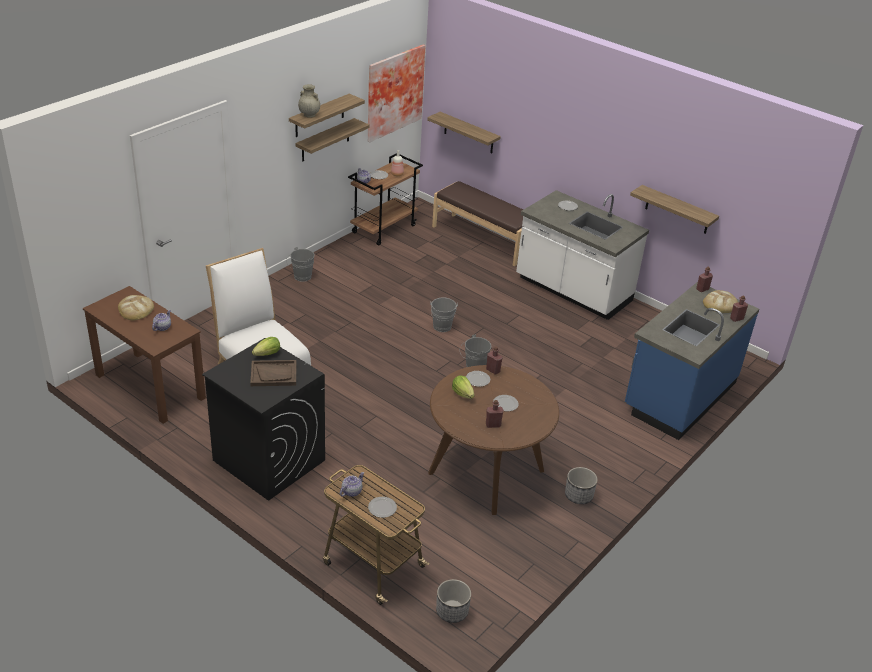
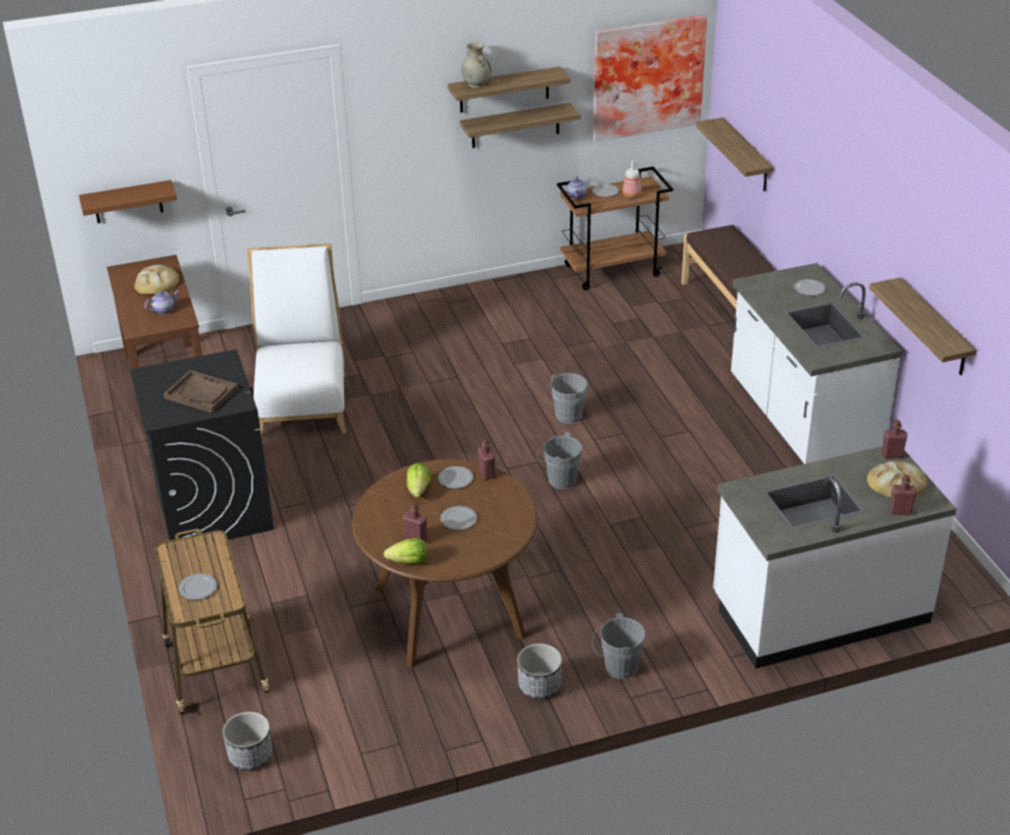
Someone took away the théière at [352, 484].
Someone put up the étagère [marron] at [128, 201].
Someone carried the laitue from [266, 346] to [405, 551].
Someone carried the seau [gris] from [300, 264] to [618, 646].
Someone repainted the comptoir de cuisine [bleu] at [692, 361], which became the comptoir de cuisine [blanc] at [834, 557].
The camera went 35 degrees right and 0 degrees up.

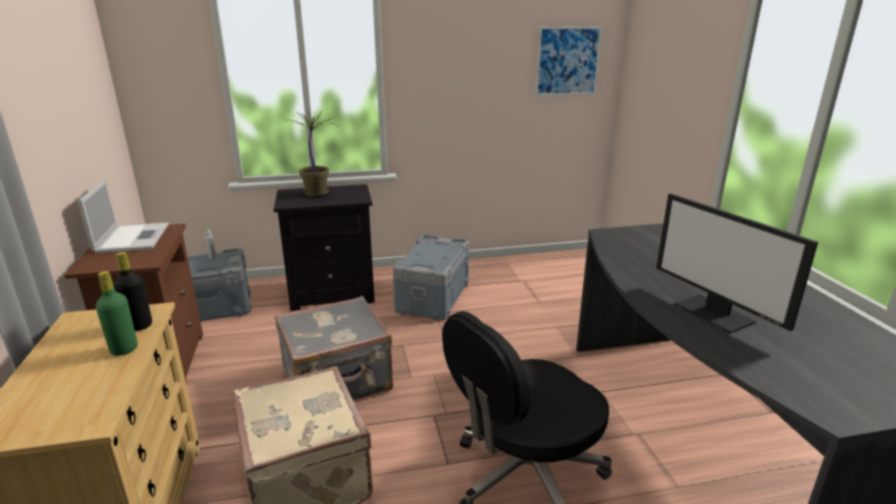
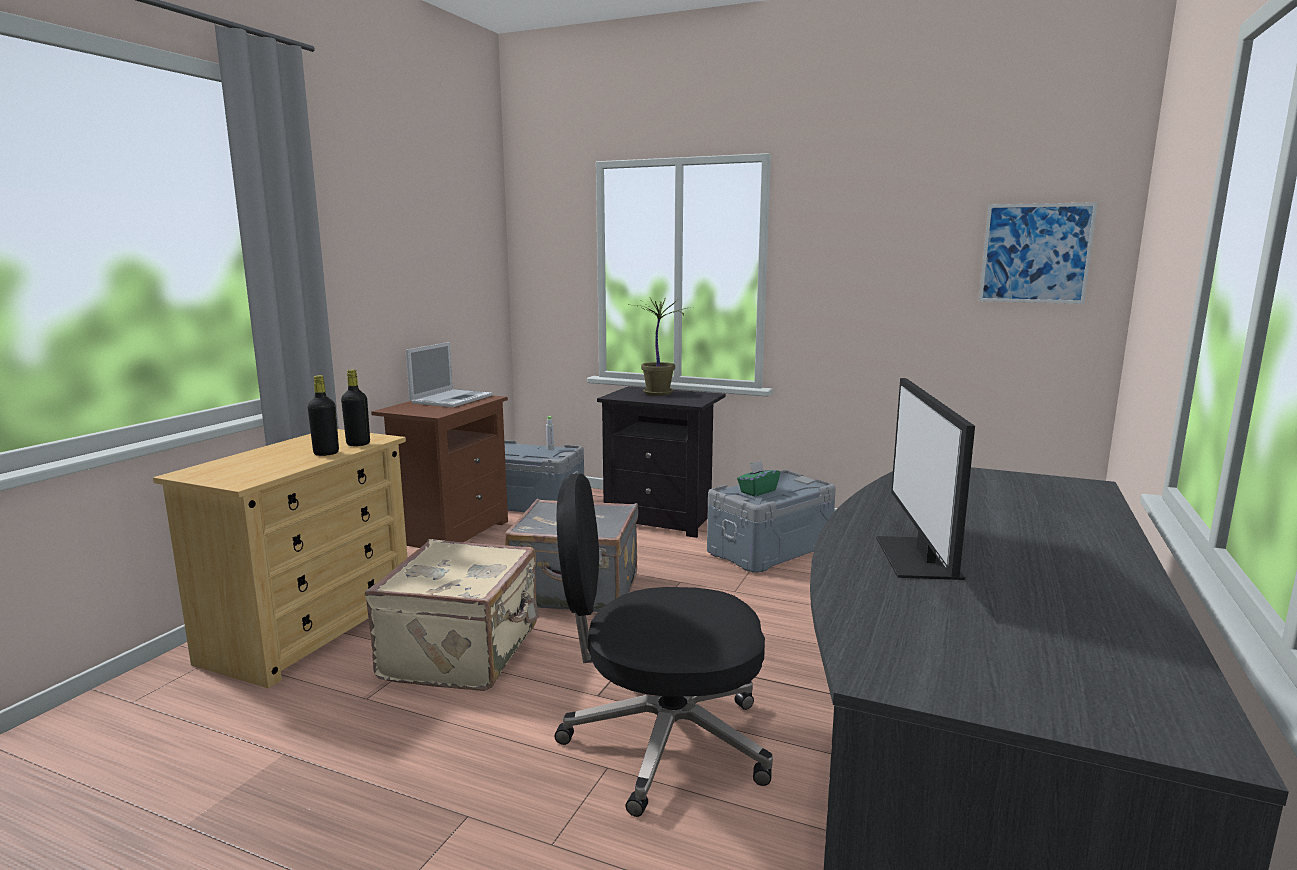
Someone put down the boîte à mouchoirs [vert] at [758, 479].
Someone repainted the bouteille [vert] at [117, 313], which became the bouteille [noir] at [323, 415].
The camera went 35 degrees right and 10 degrees down.

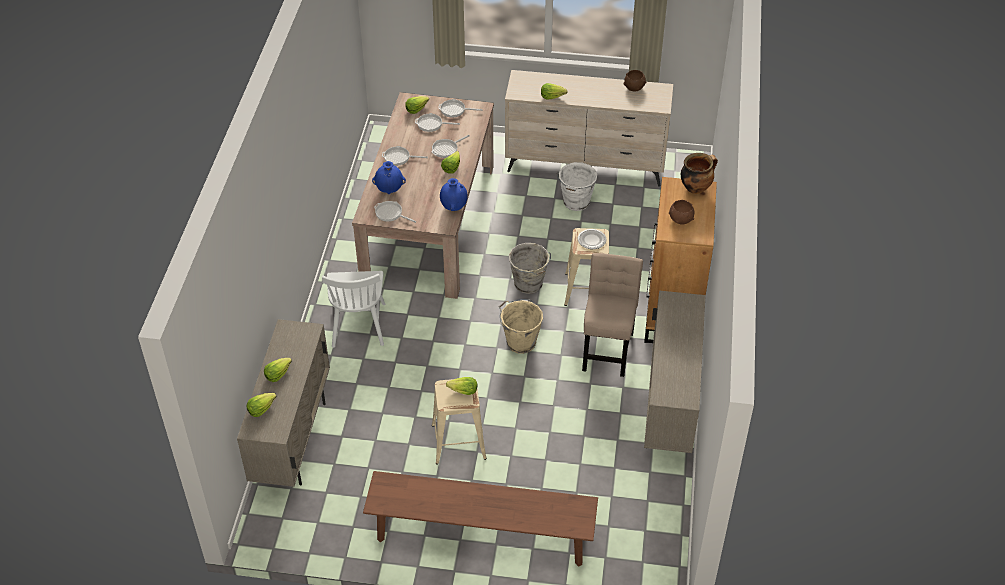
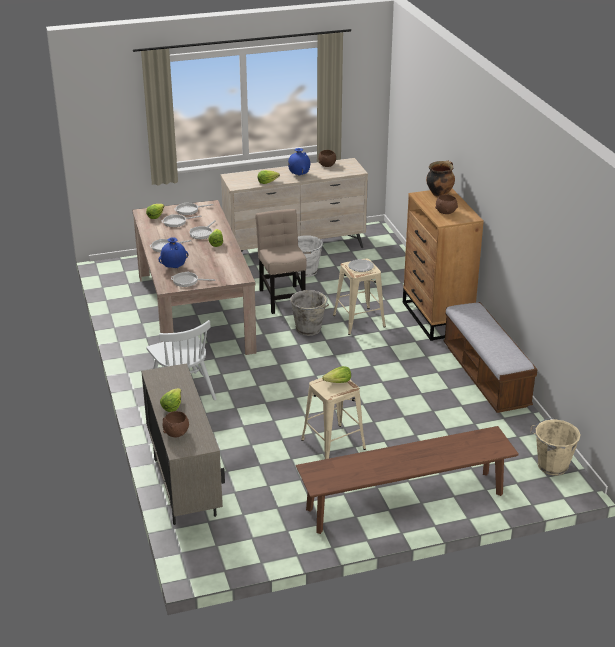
Someone carried the vase [bleu] from [454, 194] to [299, 162].
Someone carried the seau [beige] from [521, 326] to [555, 446].
Someone carried the chaise [beige] from [612, 315] to [281, 261].
Someone swapped the laitue at [262, 405] for the bol [marron] at [176, 424].
Someone swapped the meuble de rangement [beige] at [675, 371] for the banc at [490, 357].
The camera went 25 degrees left and 15 degrees down.

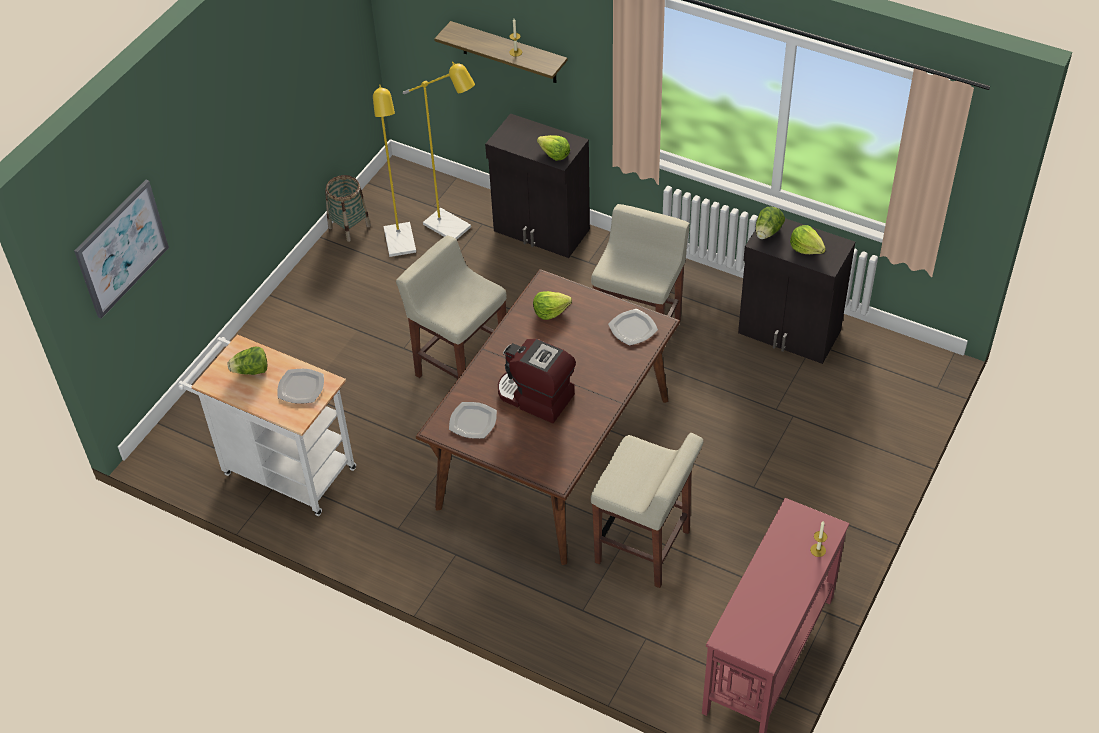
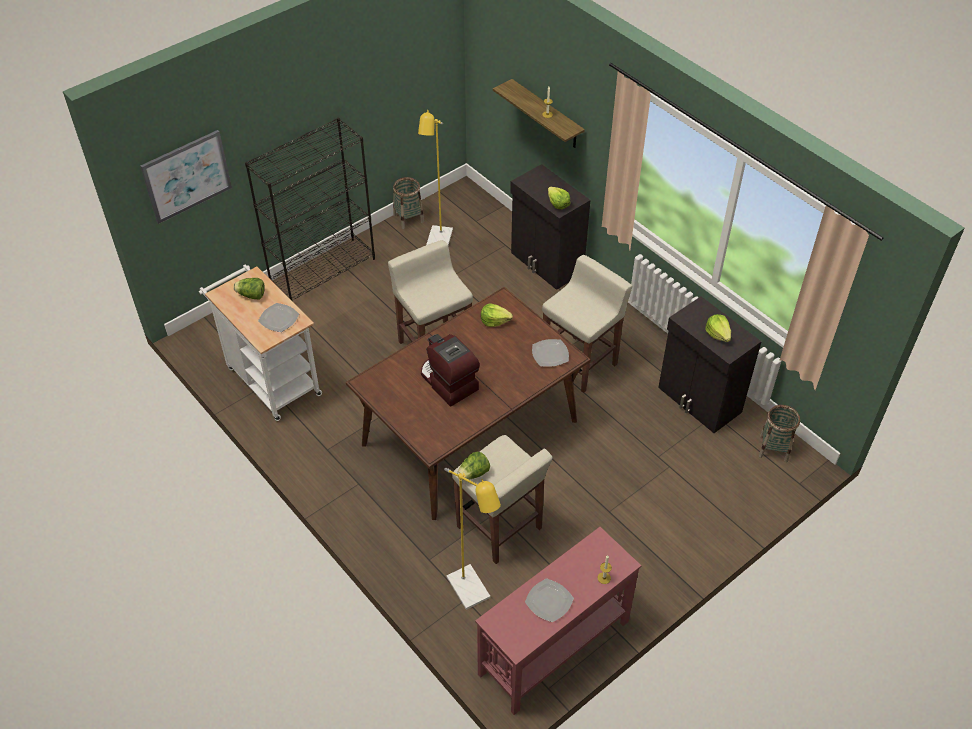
Someone put down the bibliothèque [noir] at [310, 209].
Someone put down the panier at [779, 433].
Someone carried the lampadaire [jaune] from [439, 150] to [472, 539].
Someone carried the assiette from [473, 420] to [549, 600].
Someone carried the laitue from [770, 223] to [473, 466].
The camera went 20 degrees right and 0 degrees up.

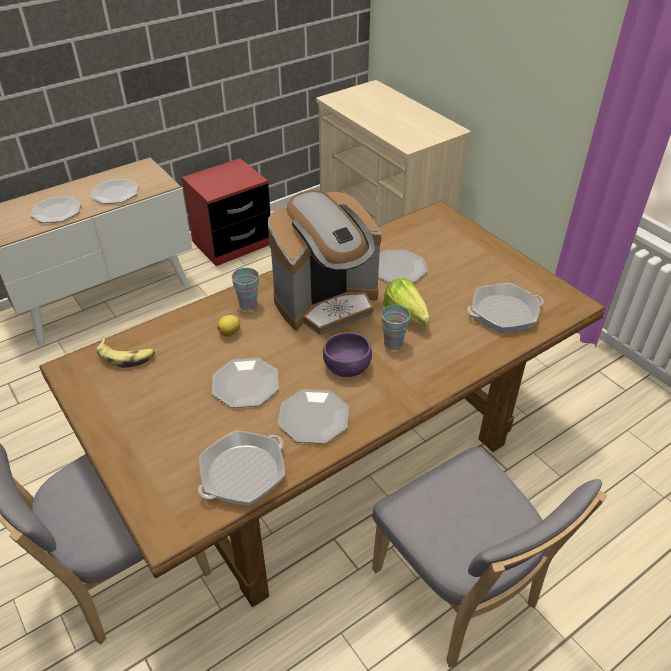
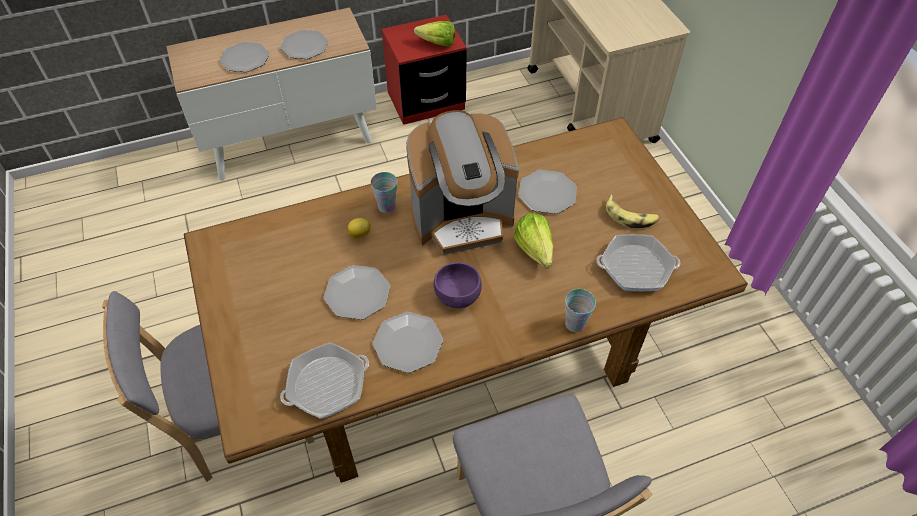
Someone put down the laitue at [434, 34].
Someone carried the banane from [125, 353] to [633, 211].
Someone carried the tasse from [395, 327] to [580, 310].
The camera went 15 degrees right and 10 degrees up.

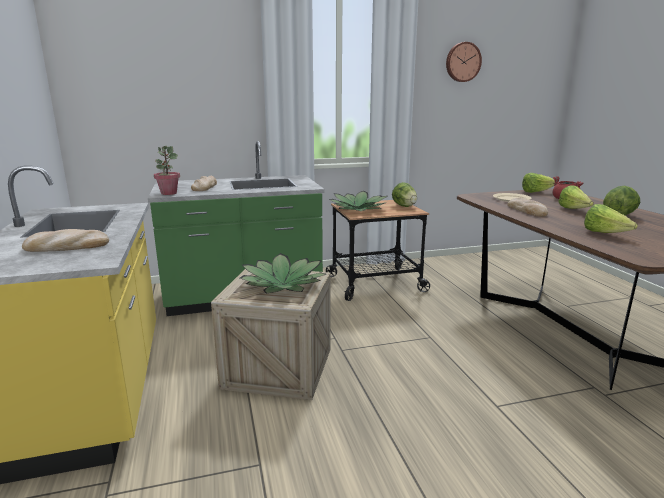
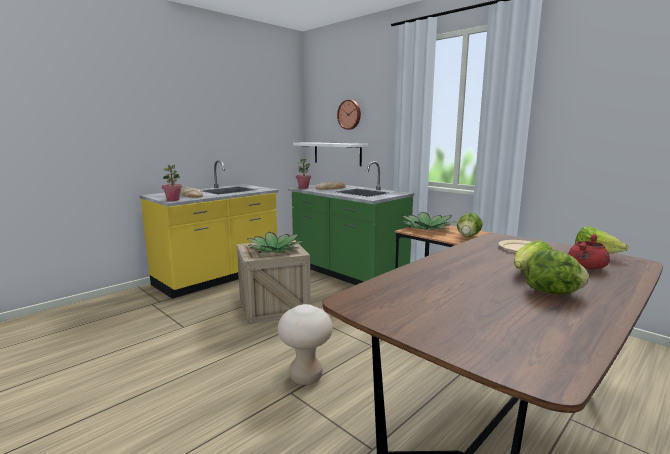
Someone took away the pain at [527, 207].
Someone took away the laitue at [611, 218].
Someone put down the plante en pot at [172, 182].
Someone put down the tabouret [beige] at [305, 344].
Someone put up the étagère [blanc] at [330, 154].
Someone carried the horloge murale from [464, 62] to [349, 115].
The camera went 60 degrees right and 5 degrees down.

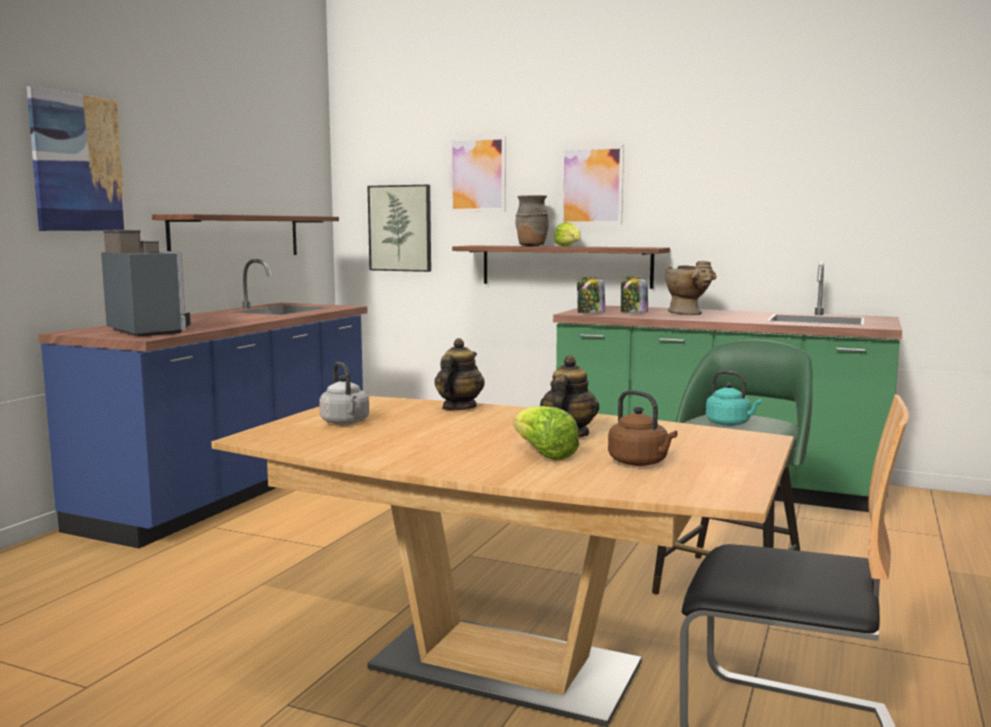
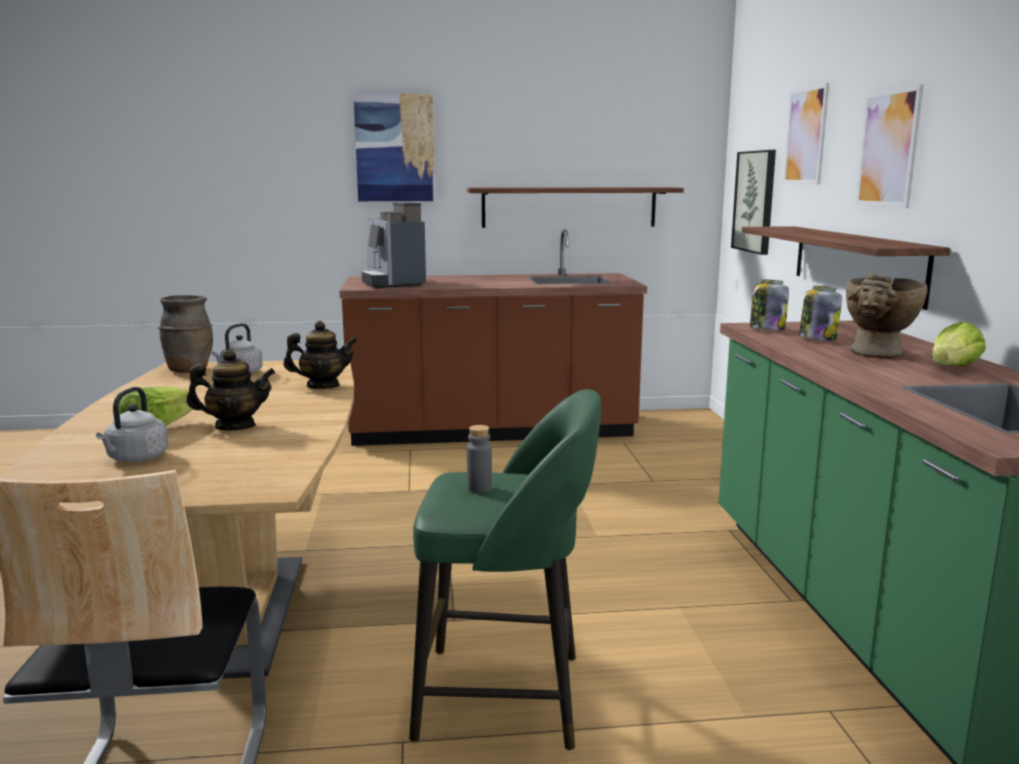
Someone carried the vase [marron] from [532, 220] to [185, 334].
Someone carried the laitue from [567, 234] to [959, 344].
Someone swapped the bouilloire [turquoise] at [734, 398] for the bouteille [gris] at [479, 459].
Someone repainted the comptoir de cuisine [bleu] at [203, 403], which became the comptoir de cuisine [marron] at [493, 337].
Someone repainted the bouilloire [marron] at [642, 428], which became the bouilloire [gris] at [132, 424].
Someone rotated the machine à café at [146, 283] by 135 degrees clockwise.
The camera went 60 degrees right and 5 degrees up.

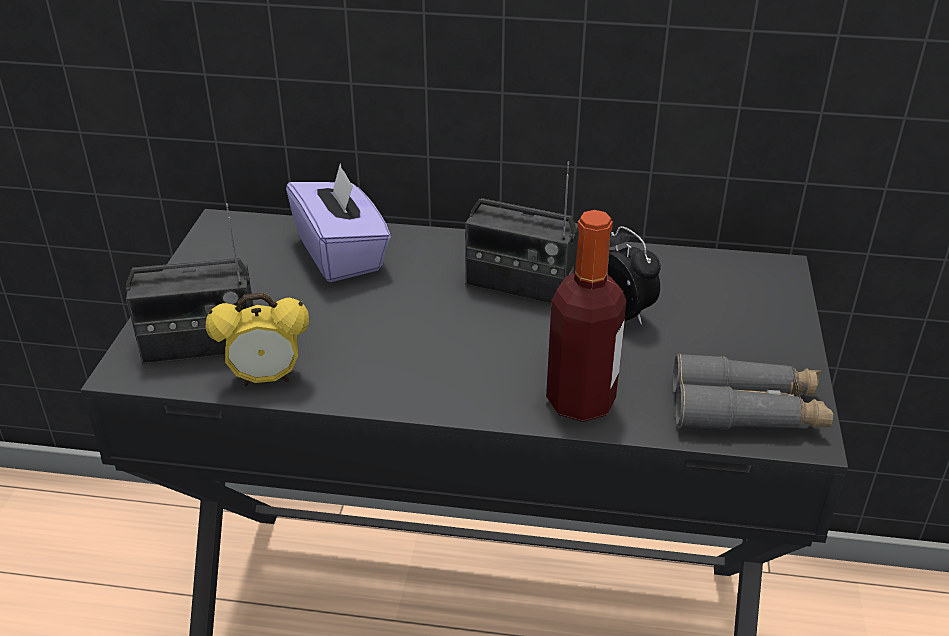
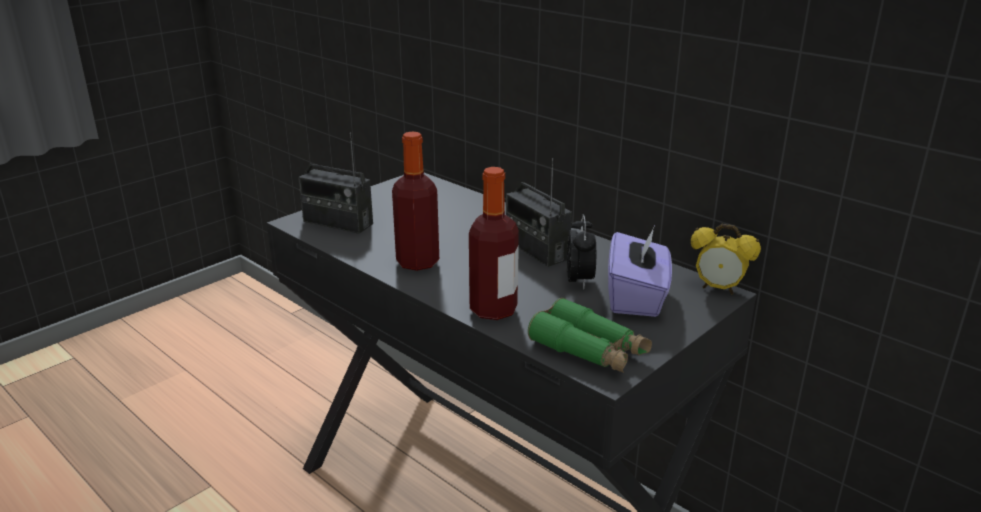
Someone put down the bouteille at [415, 201].
Someone carried the réveil from [257, 339] to [726, 259].
Someone carried the boîte à mouchoirs [violet] from [338, 222] to [640, 272].
Someone repainted the jumelles [gris] at [753, 391], which became the jumelles [vert] at [590, 335].
The camera went 35 degrees right and 10 degrees down.

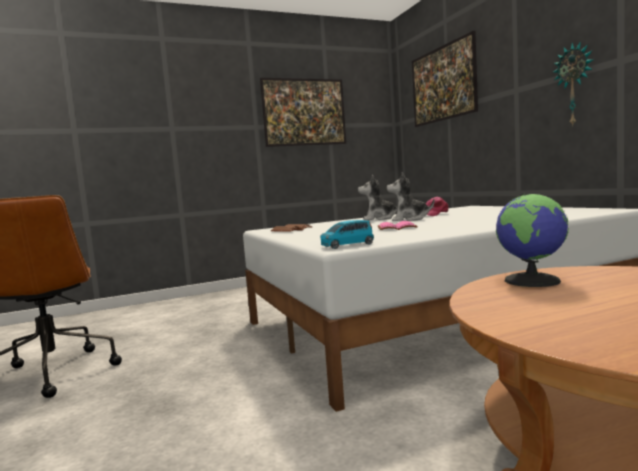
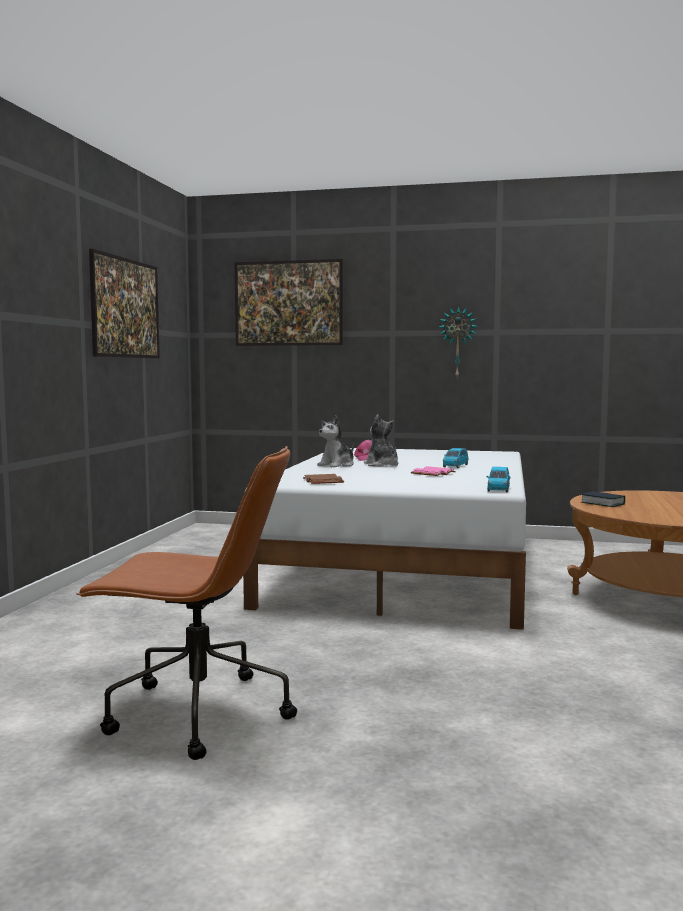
Someone put down the petite voiture [bleu] at [455, 458].
Someone swapped the globe at [532, 240] for the livre at [603, 499].
Someone rotated the peluche at [411, 196] by 105 degrees clockwise.
The camera went 55 degrees left and 0 degrees up.

